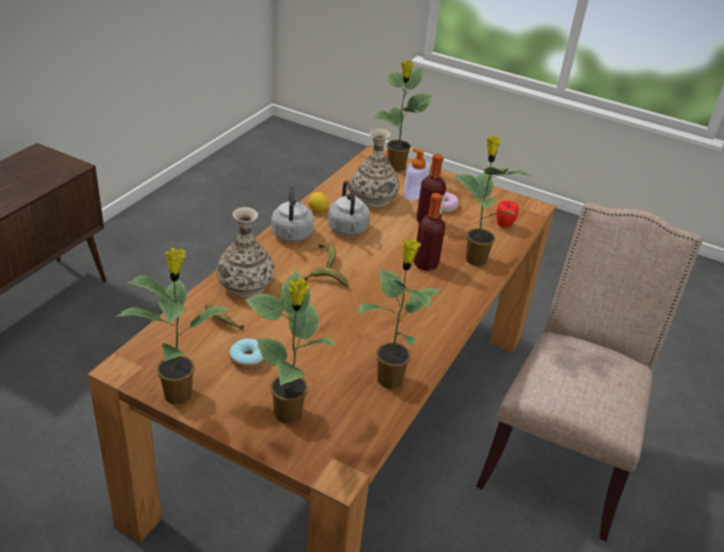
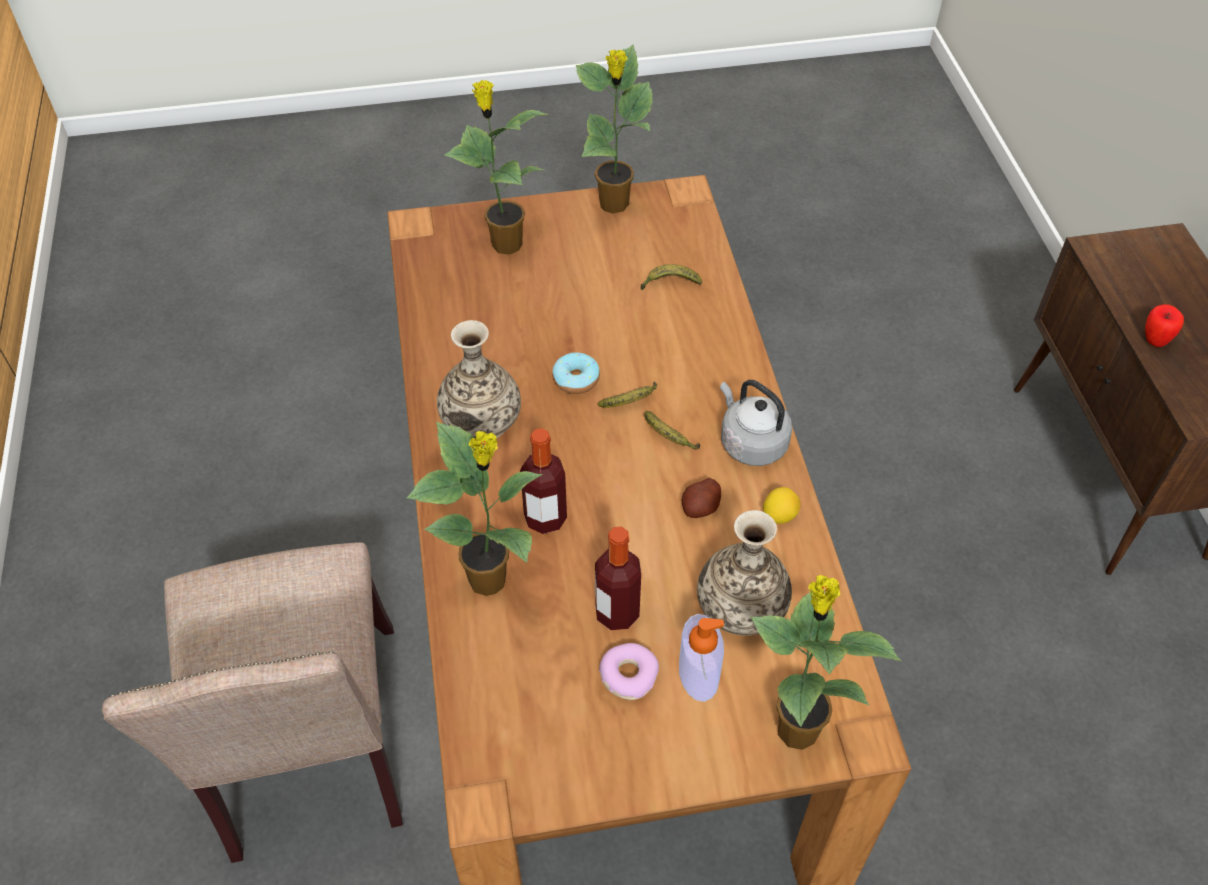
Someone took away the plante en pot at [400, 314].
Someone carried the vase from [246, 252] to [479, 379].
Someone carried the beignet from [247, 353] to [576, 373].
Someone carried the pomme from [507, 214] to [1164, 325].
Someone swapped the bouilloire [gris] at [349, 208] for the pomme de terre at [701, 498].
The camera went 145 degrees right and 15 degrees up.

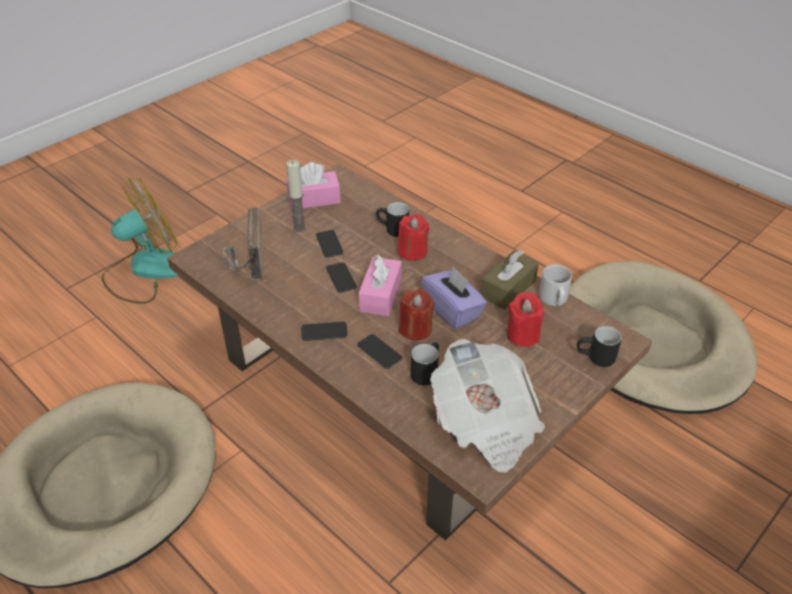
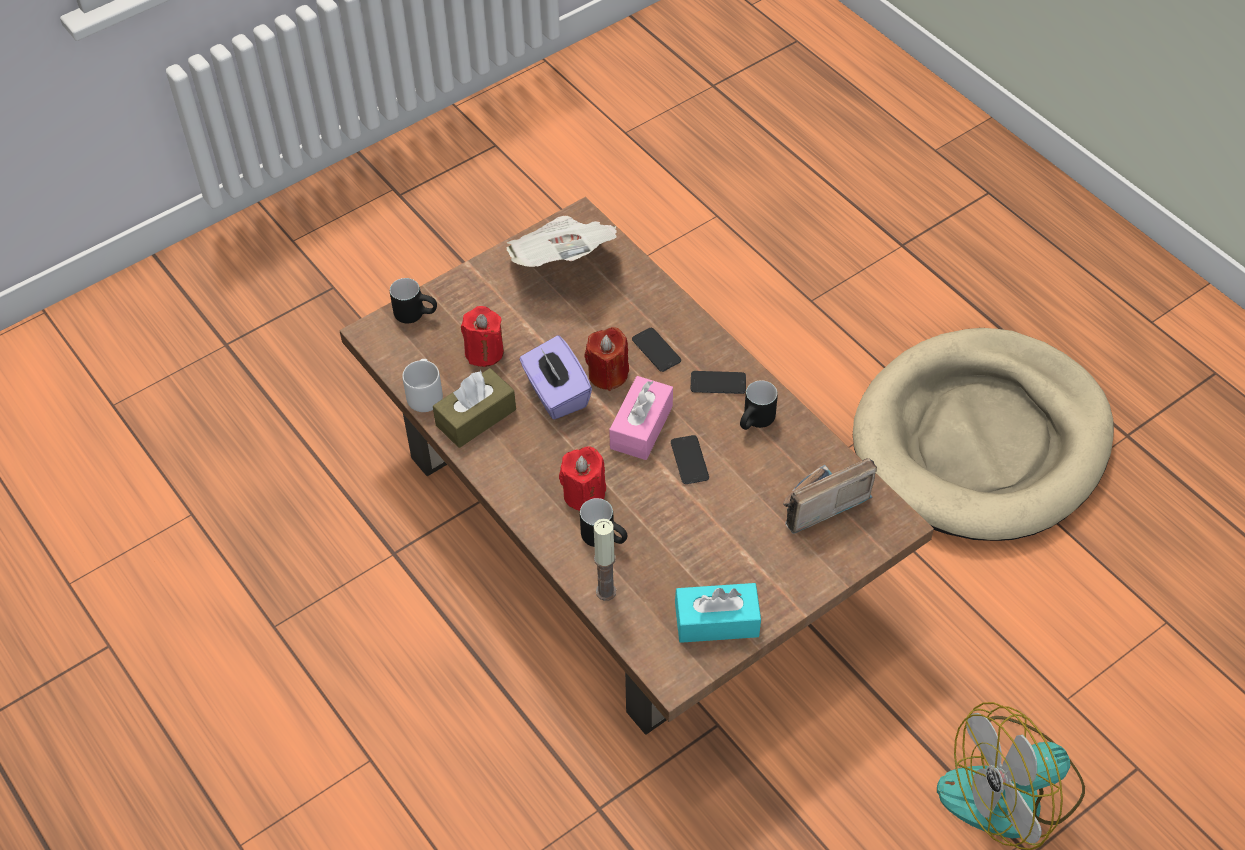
Someone took away the téléphone at [330, 244].
Someone took away the panier pour chien [beige] at [663, 337].
Someone carried the bougie from [296, 196] to [605, 560].
Someone carried the mug [noir] from [425, 364] to [759, 405].
Someone repainted the boîte à mouchoirs [rose] at [313, 186], which became the boîte à mouchoirs [turquoise] at [718, 613].
Someone rotated the radio at [242, 243] by 120 degrees counterclockwise.
The camera went 170 degrees left and 10 degrees up.

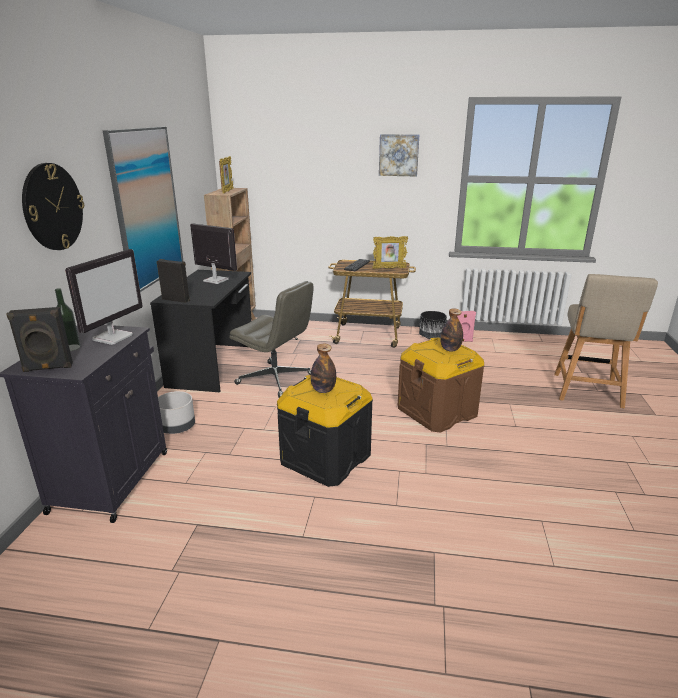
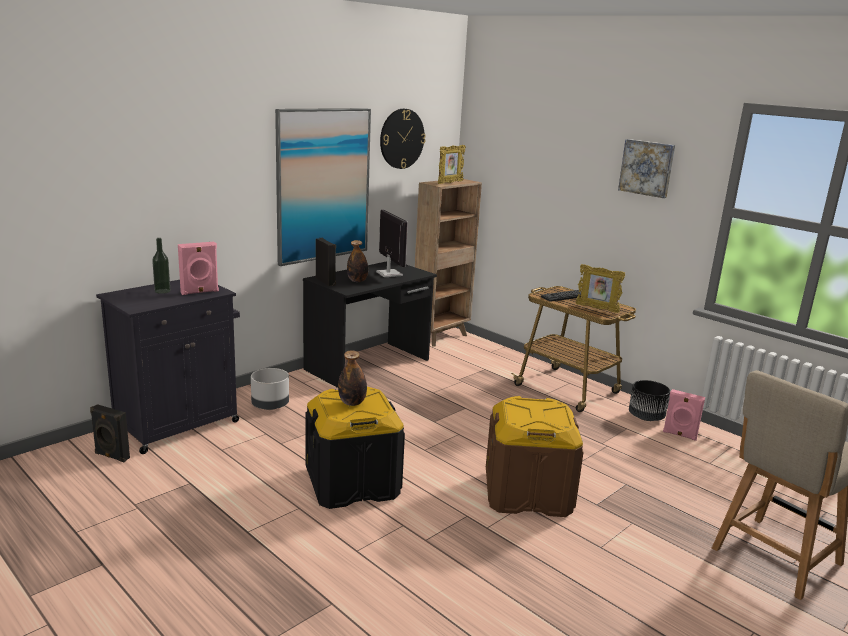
Someone took away the chaise de bureau [gris] at [271, 339].
Someone carried the enceinte [noir] from [39, 339] to [110, 433].
Someone carried the horloge murale from [53, 206] to [403, 139].
Someone carried the bouteille from [451, 330] to [357, 261].
Someone swapped the écran d'ordinateur at [104, 297] for the enceinte [rose] at [198, 268].
The camera went 35 degrees right and 5 degrees down.

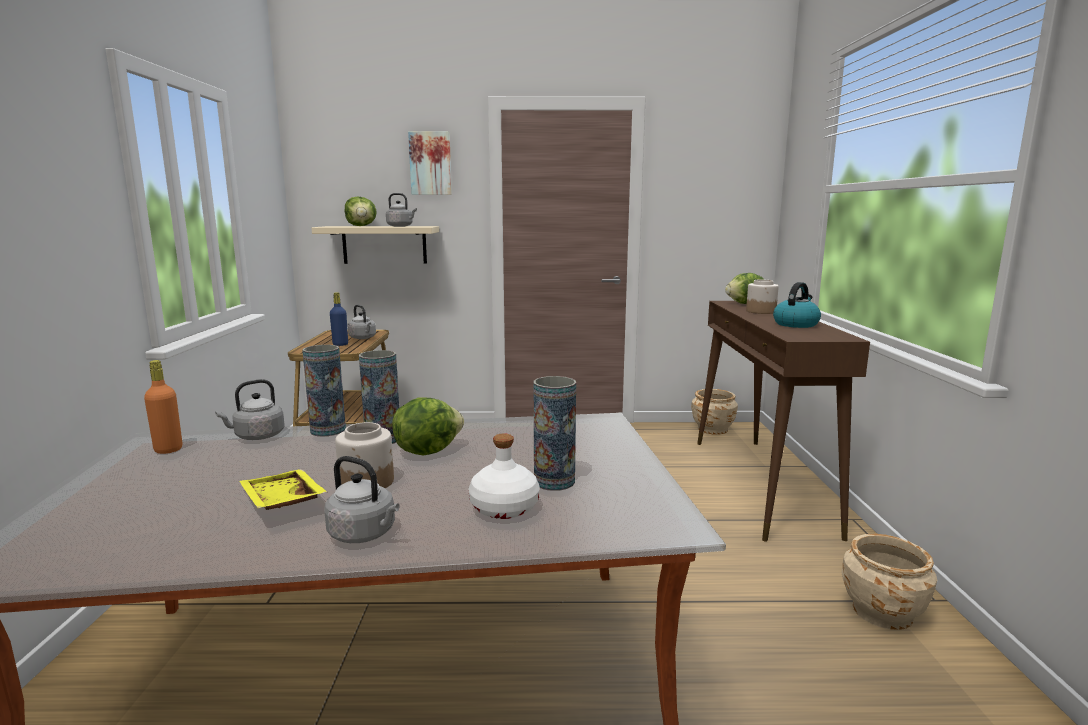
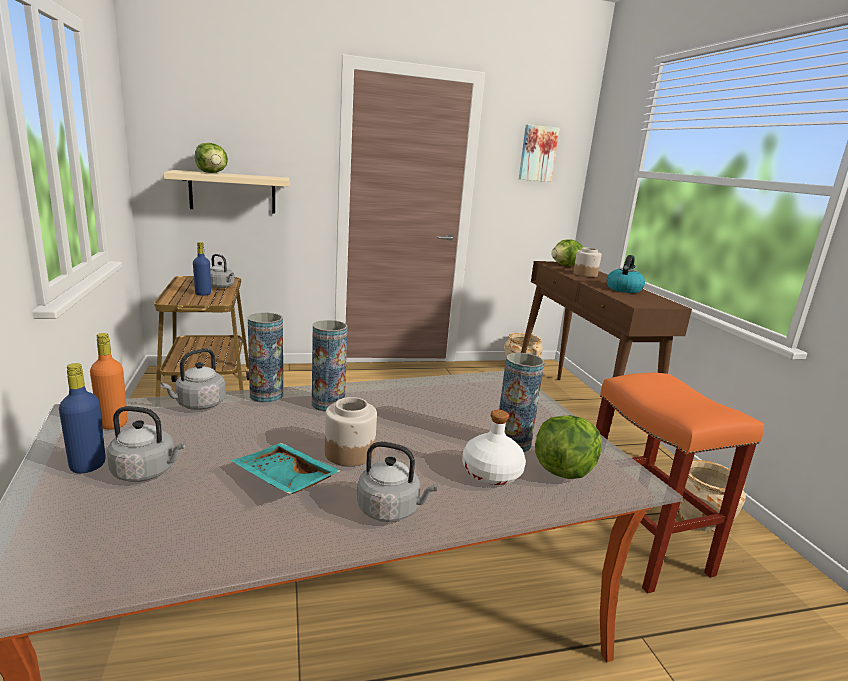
Someone put down the bouteille [bleu] at [82, 418].
Someone put down the tabouret [orange] at [680, 483].
Someone carried the bouilloire [gris] from [401, 210] to [146, 444].
Someone carried the laitue from [428, 426] to [568, 447].
Someone carried the tableau from [430, 163] to [539, 153].
Someone repainted the plateau [jaune] at [283, 489], which became the plateau [turquoise] at [286, 468].
The camera went 15 degrees left and 5 degrees up.

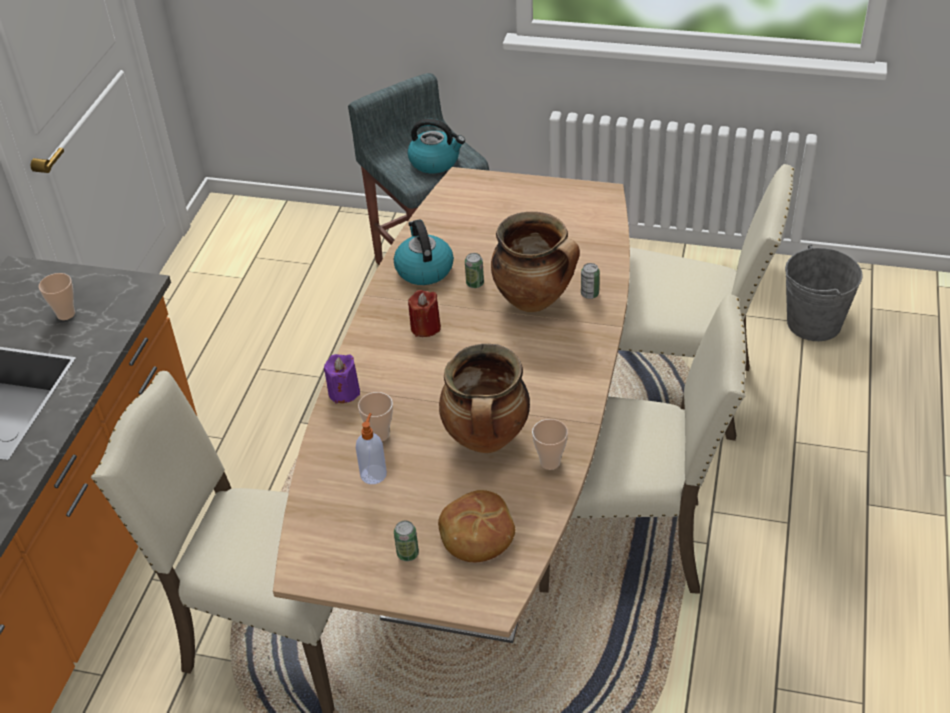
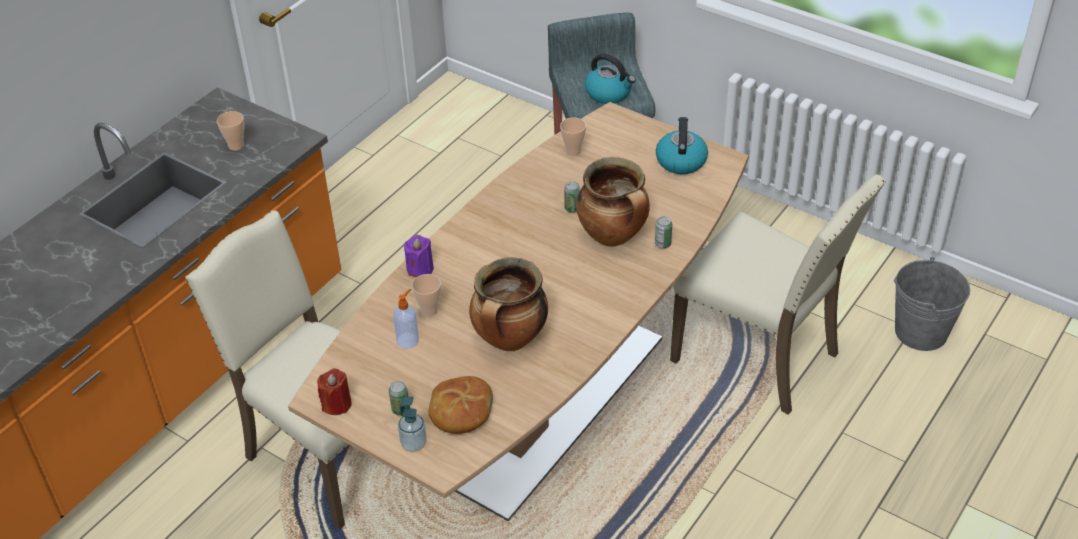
Someone took away the chaise [beige] at [642, 444].
Someone put down the distributeur de savon at [412, 424].
Someone carried the bouilloire from [424, 252] to [682, 145].
Someone carried the bougie [rouge] from [424, 313] to [334, 391].
Someone carried the tasse from [550, 444] to [573, 137].
The camera went 20 degrees right and 0 degrees up.

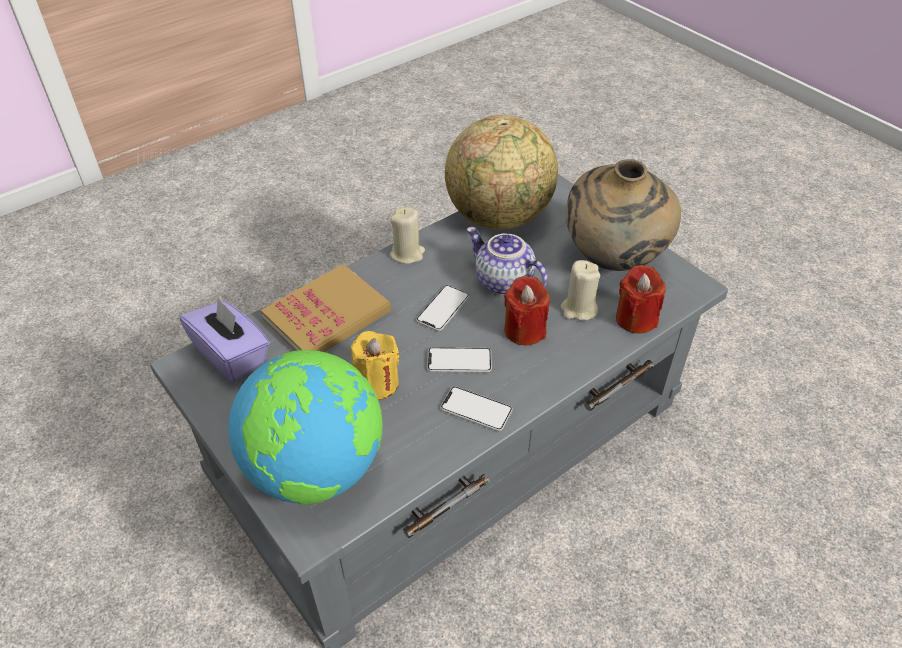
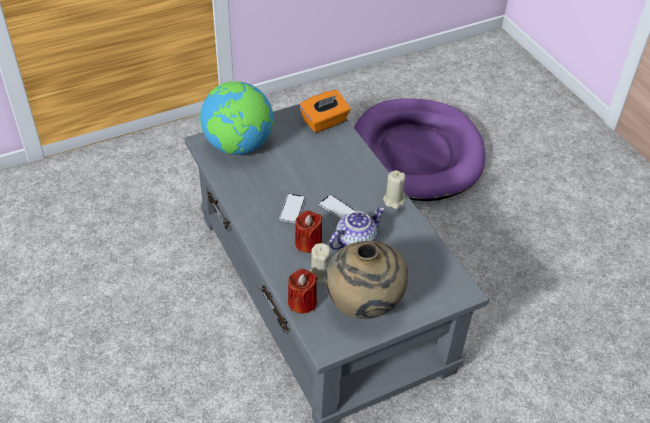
Someone took away the livre at [326, 308].
Someone took away the bougie [jaune] at [375, 365].
Someone took away the téléphone at [476, 408].
Someone took away the globe at [501, 172].
Someone put down the panier pour chien [violet] at [420, 149].
Someone repainted the boîte à mouchoirs [violet] at [225, 340], which became the boîte à mouchoirs [orange] at [325, 111].
The camera went 100 degrees right and 0 degrees up.

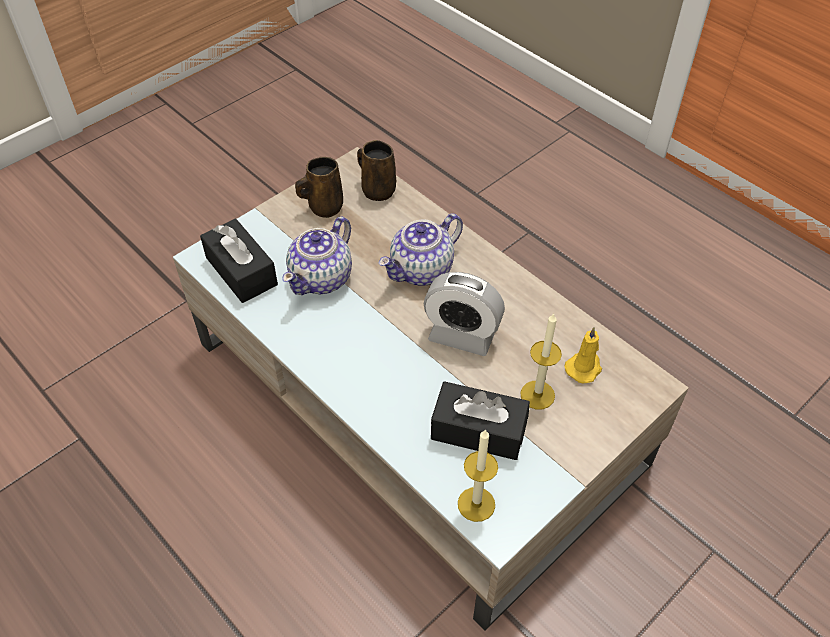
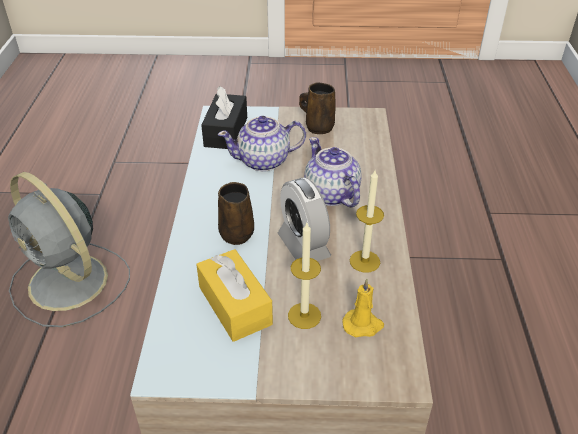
Someone put down the ventilateur [gris] at [69, 249].
Someone carried the mug [marron] from [376, 170] to [236, 213].
Someone carried the bougie from [478, 475] to [367, 221].
Someone repainted the boîte à mouchoirs [noir] at [480, 420], which became the boîte à mouchoirs [jaune] at [234, 295].
Someone rotated the théière at [420, 249] by 60 degrees clockwise.
The camera went 45 degrees right and 10 degrees down.

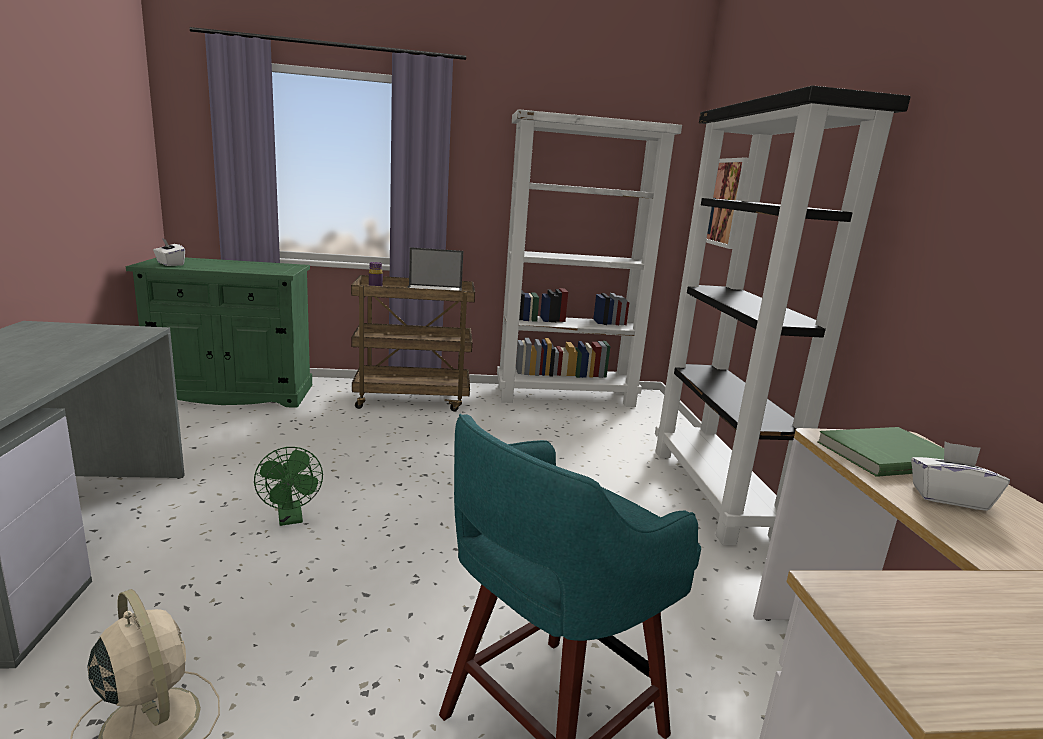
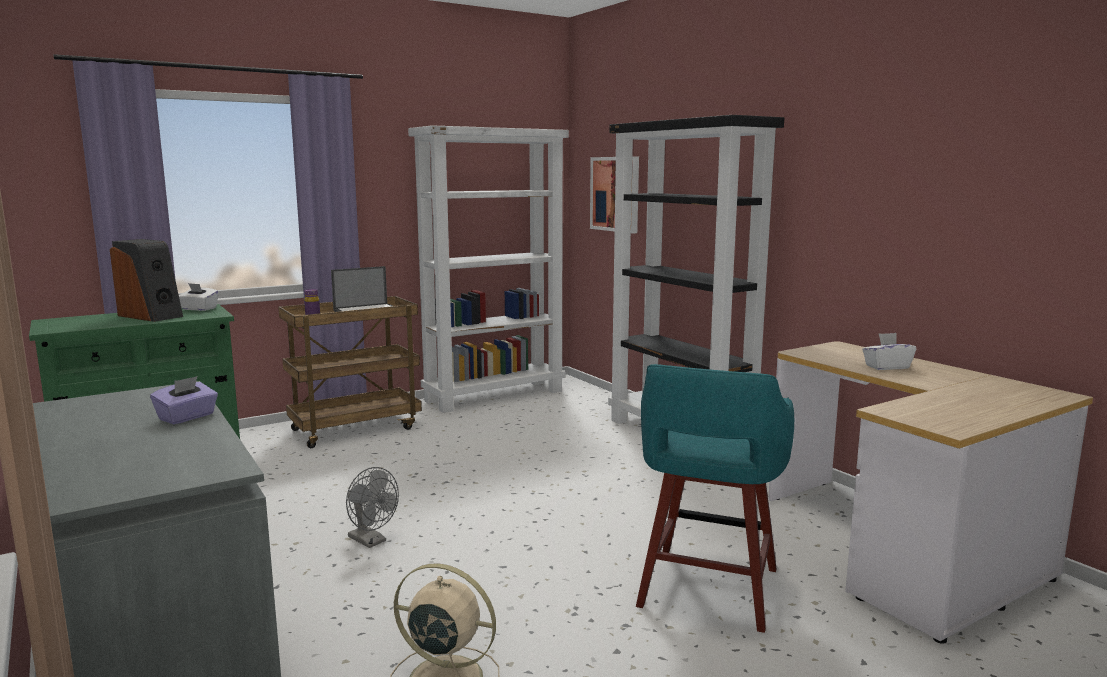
Someone took away the livre [vert] at [880, 452].
Someone put down the enceinte at [146, 280].
Someone put down the boîte à mouchoirs [violet] at [184, 400].
Someone carried the boîte à mouchoirs [blanc] from [169, 252] to [199, 297].
Someone repainted the ventilateur [vert] at [288, 486], which became the ventilateur [gris] at [372, 507].
The camera went 25 degrees left and 5 degrees down.

